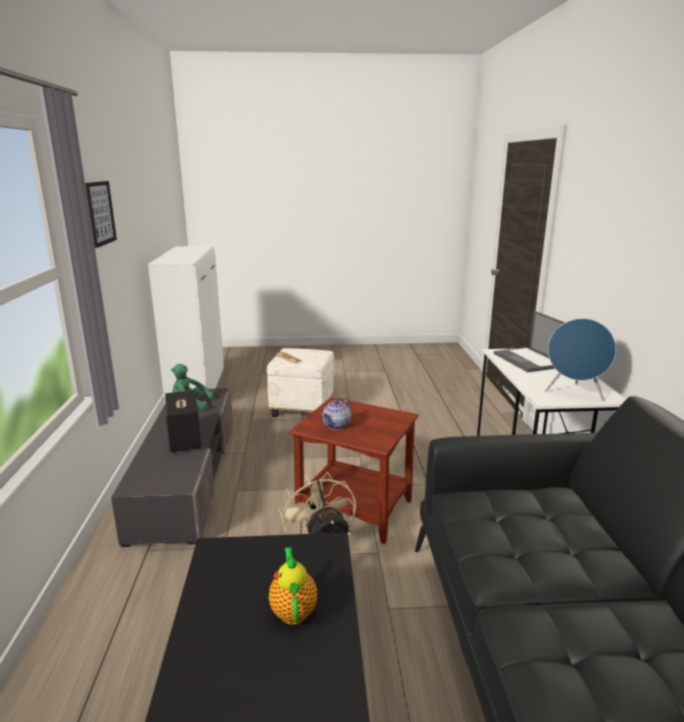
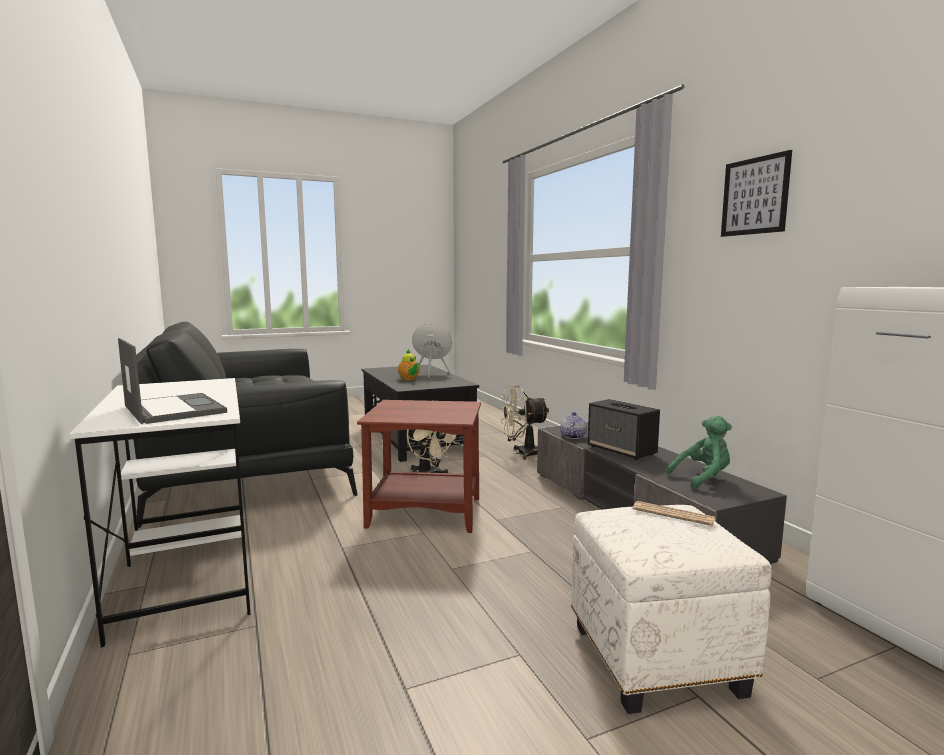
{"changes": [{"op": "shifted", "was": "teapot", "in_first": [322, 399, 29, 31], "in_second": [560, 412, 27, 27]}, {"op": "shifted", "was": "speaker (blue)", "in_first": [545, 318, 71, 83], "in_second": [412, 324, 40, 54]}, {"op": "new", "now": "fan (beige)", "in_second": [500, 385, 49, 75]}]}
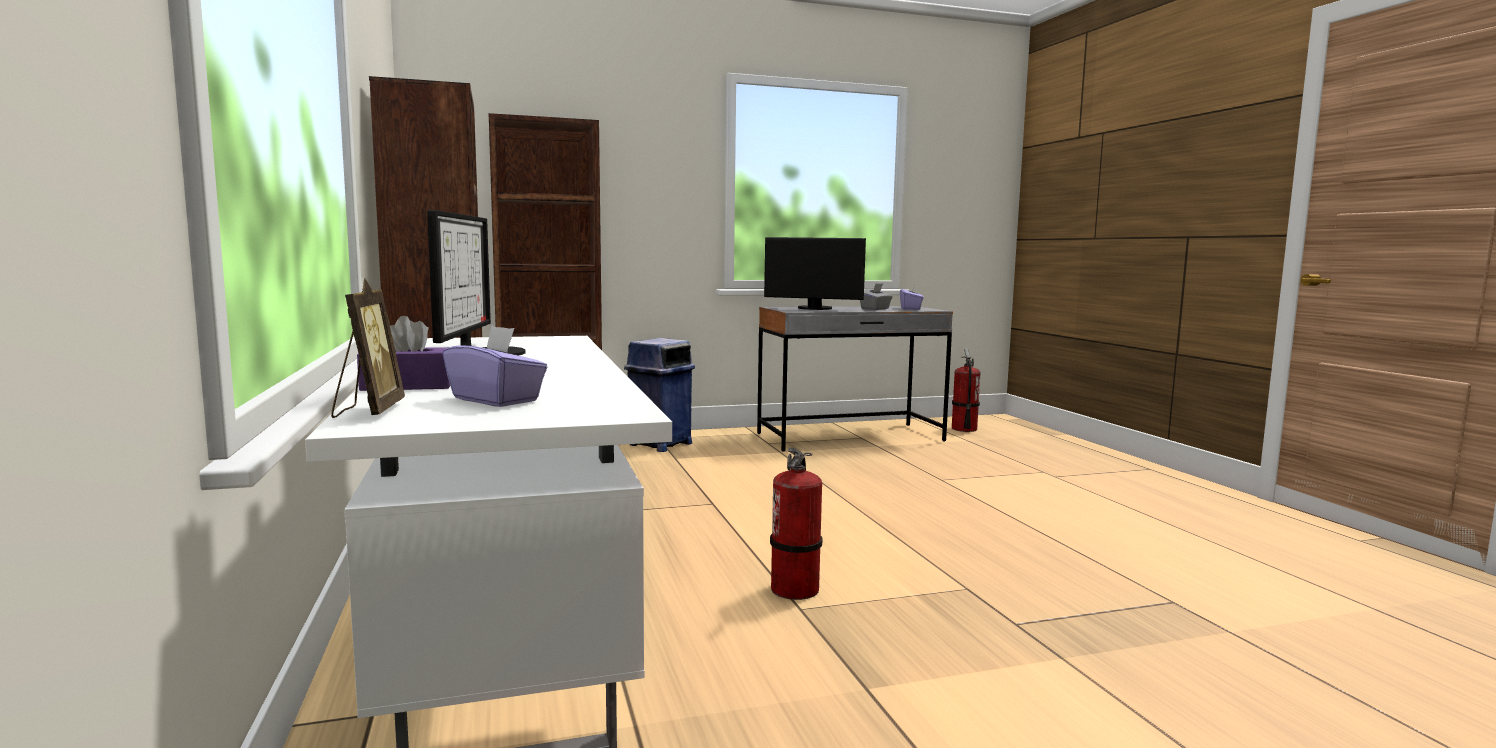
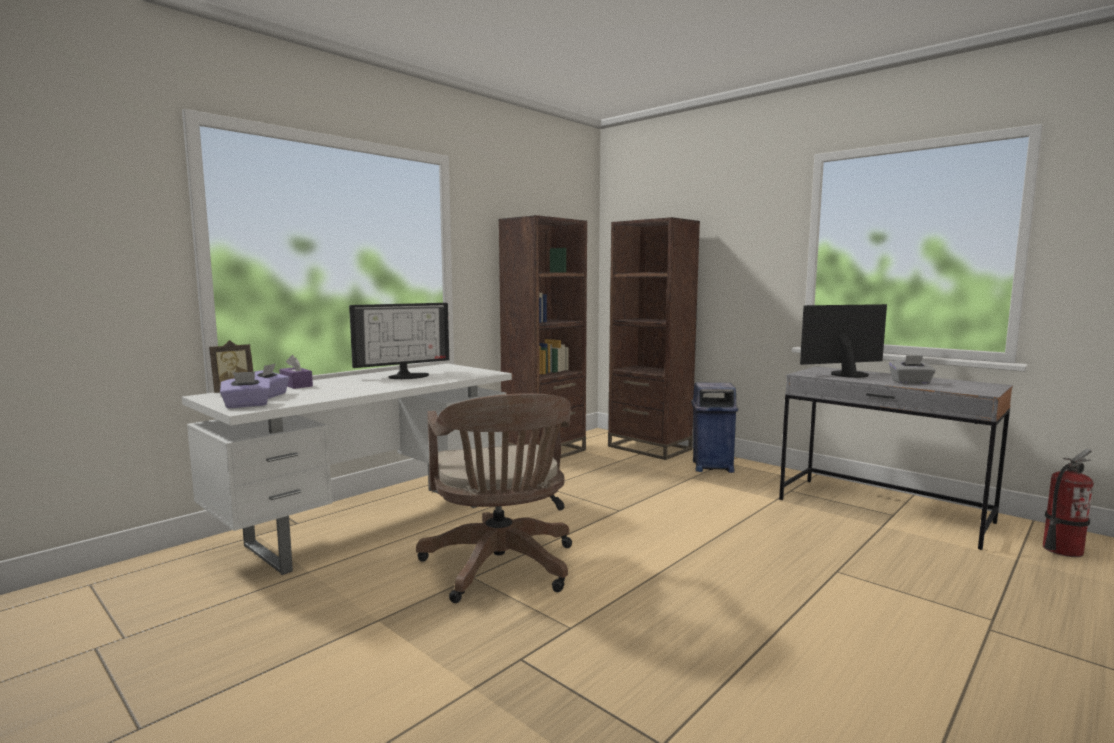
{"changes": [{"op": "rotated", "was": "monitor", "in_first": [764, 237, 102, 73], "in_second": [800, 304, 87, 74], "clockwise": 90}, {"op": "swapped", "was": "fire extinguisher", "now": "office chair (brown)", "in_first": [770, 447, 53, 153], "in_second": [416, 393, 156, 210]}, {"op": "shifted", "was": "tissue box (purple)", "in_first": [900, 284, 24, 26], "in_second": [220, 371, 50, 37]}]}
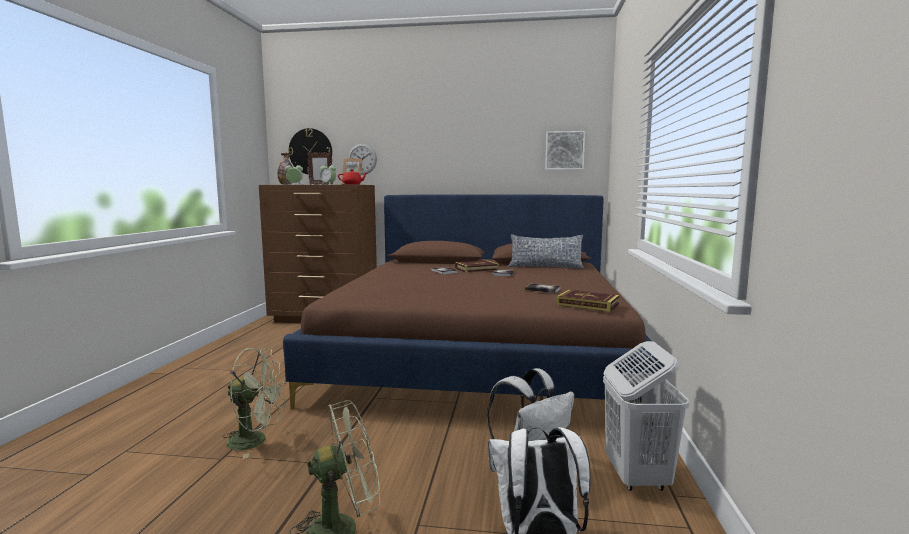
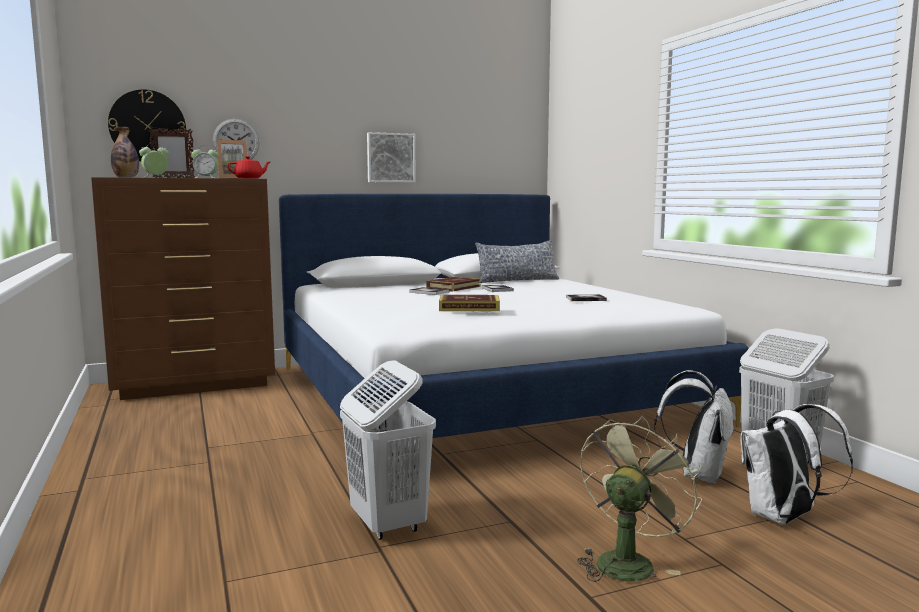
{"changes": [{"op": "swapped", "was": "fan (green)", "now": "laundry basket (white)", "in_first": [223, 348, 63, 111], "in_second": [340, 360, 96, 180]}, {"op": "repainted", "was": "bed (brown)", "now": "bed (white)", "in_first": [283, 194, 381, 216], "in_second": [279, 194, 470, 244]}, {"op": "shifted", "was": "picture", "in_first": [545, 131, 40, 39], "in_second": [367, 132, 49, 51]}, {"op": "shifted", "was": "book", "in_first": [556, 290, 64, 22], "in_second": [439, 295, 61, 16]}]}
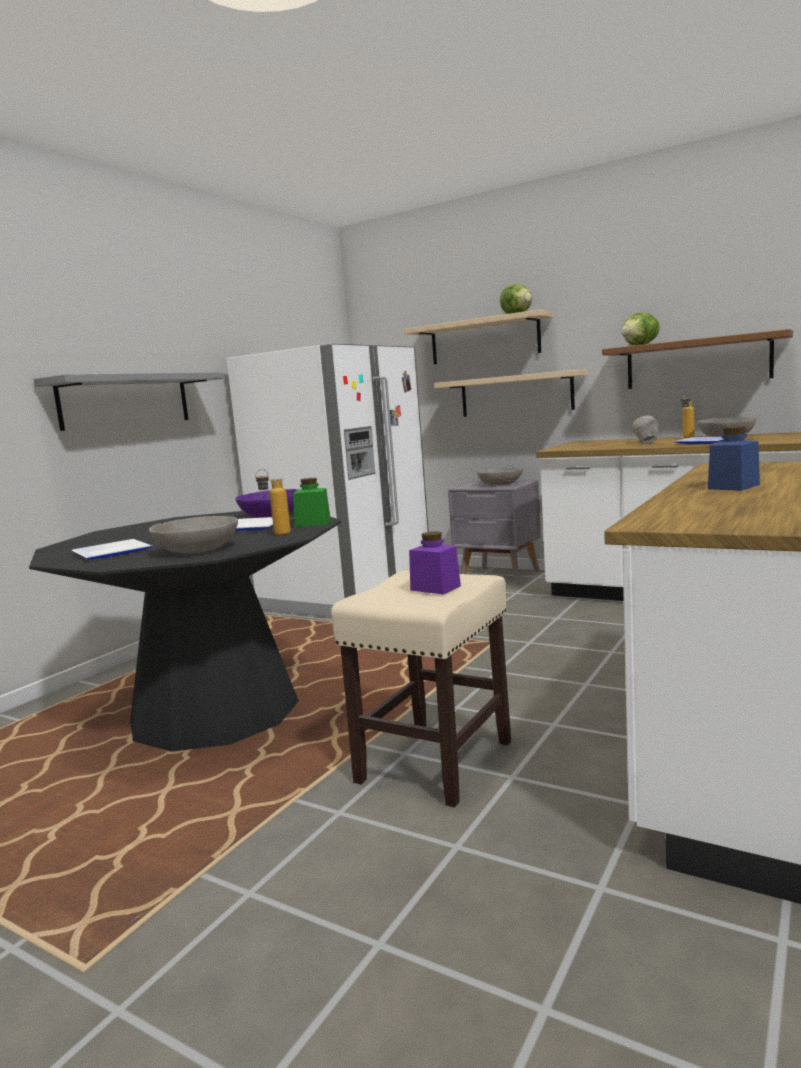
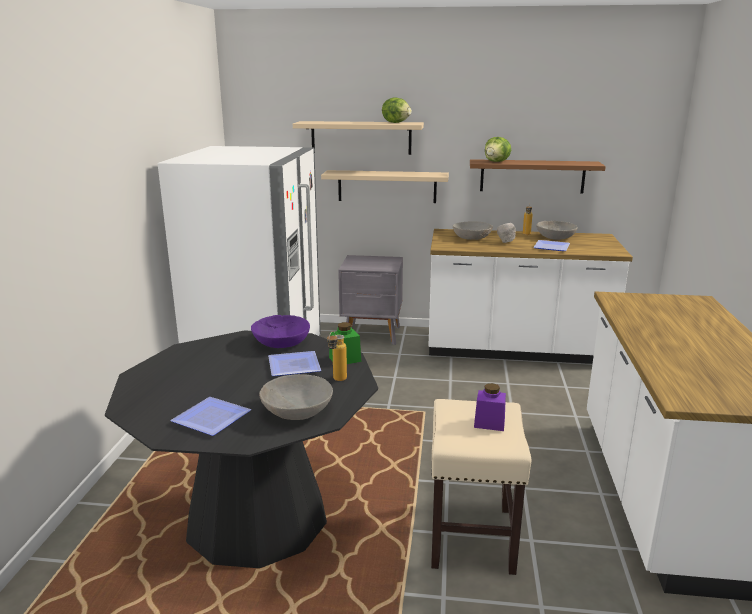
{"changes": [{"op": "gone", "was": "shelf (grey)", "in_first": [33, 372, 192, 59]}, {"op": "shifted", "was": "bowl (grey)", "in_first": [477, 467, 46, 18], "in_second": [453, 221, 40, 19]}, {"op": "gone", "was": "jar (blue)", "in_first": [708, 426, 52, 65]}]}
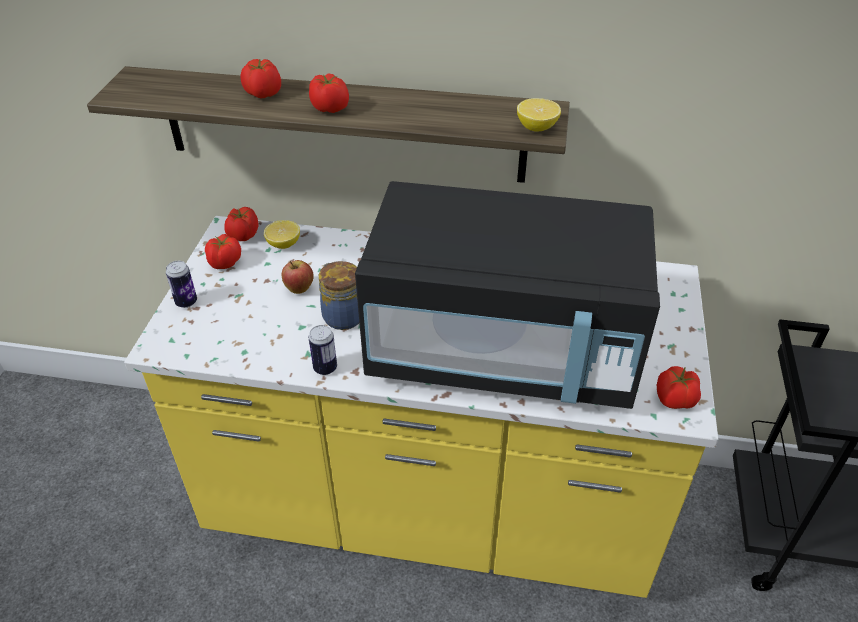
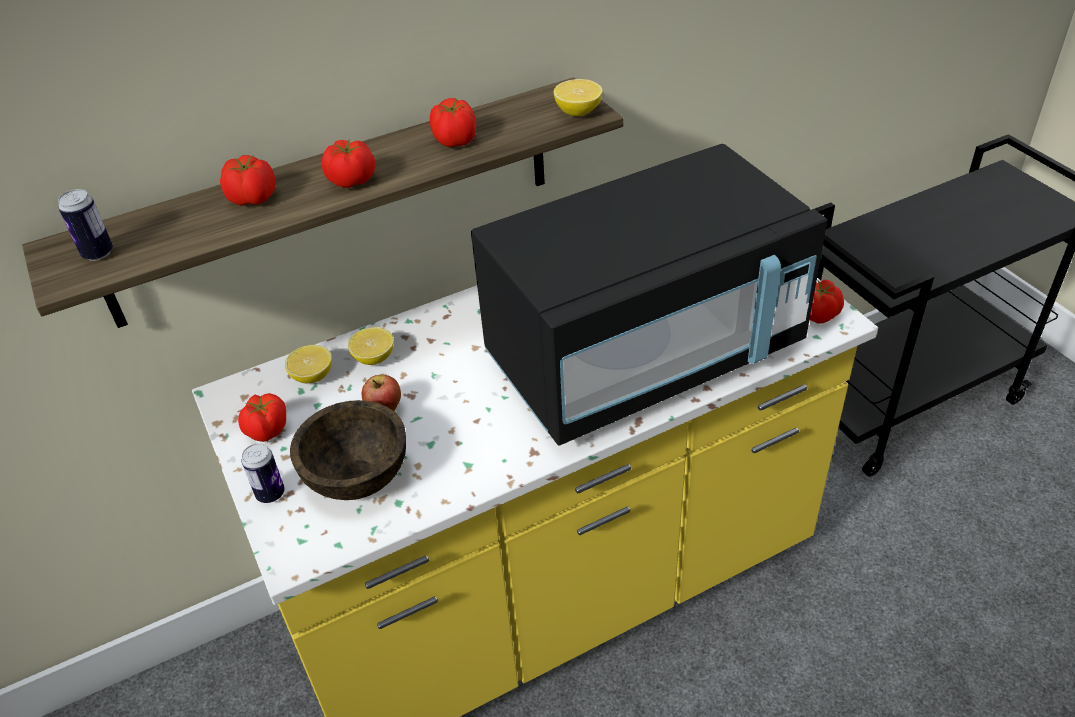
{"changes": [{"op": "shifted", "was": "tomato", "in_first": [225, 207, 33, 34], "in_second": [430, 98, 46, 49]}, {"op": "shifted", "was": "can", "in_first": [308, 325, 29, 50], "in_second": [58, 189, 55, 72]}, {"op": "gone", "was": "jar", "in_first": [319, 261, 40, 69]}, {"op": "new", "now": "bowl (brown)", "in_second": [290, 400, 116, 100]}, {"op": "new", "now": "lemon", "in_second": [348, 327, 46, 38]}]}
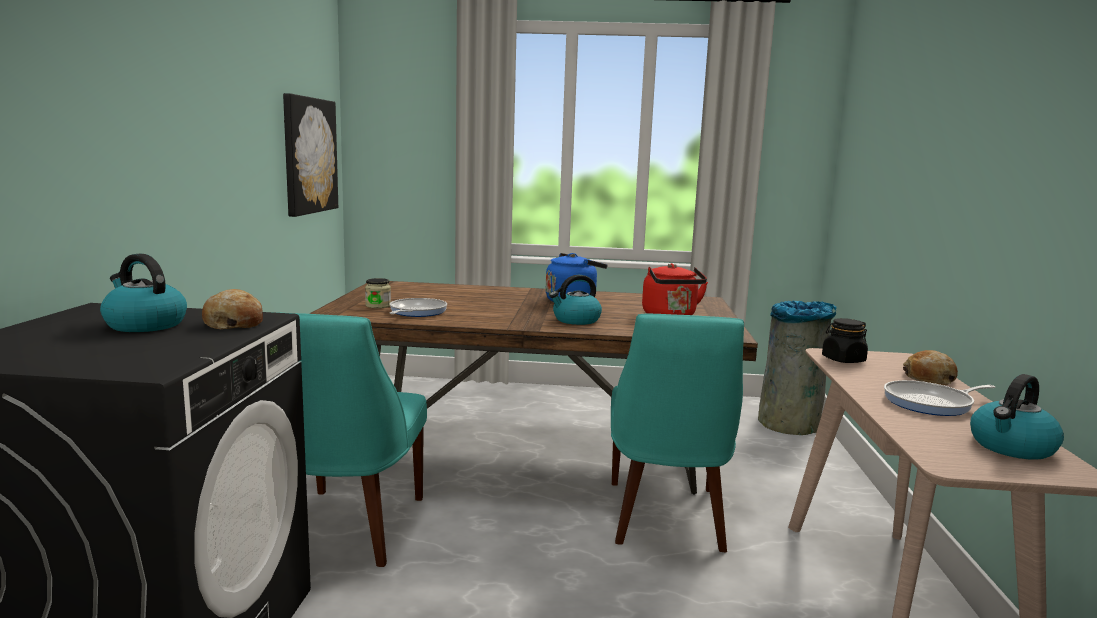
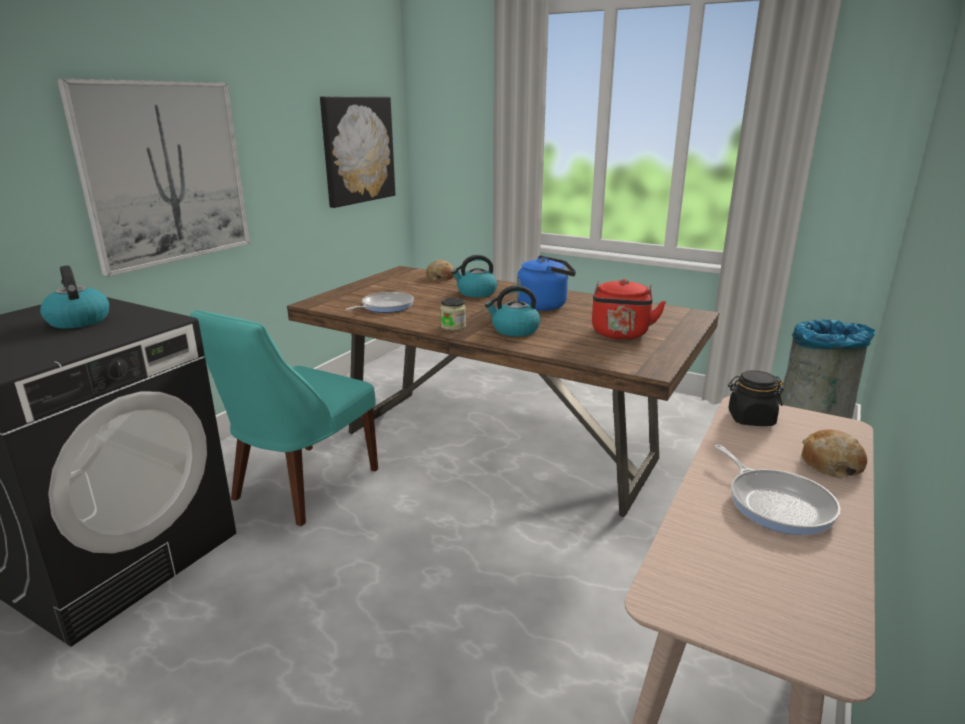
{"changes": [{"op": "shifted", "was": "bread", "in_first": [202, 289, 61, 40], "in_second": [426, 260, 28, 20]}, {"op": "shifted", "was": "jar", "in_first": [365, 278, 26, 30], "in_second": [440, 298, 26, 33]}, {"op": "gone", "was": "chair (turquoise)", "in_first": [611, 314, 133, 238]}, {"op": "rotated", "was": "frying pan", "in_first": [884, 380, 111, 36], "in_second": [715, 445, 125, 90], "clockwise": -120}, {"op": "shifted", "was": "kettle", "in_first": [970, 374, 94, 86], "in_second": [451, 255, 46, 42]}, {"op": "new", "now": "picture", "in_second": [57, 79, 193, 198]}]}
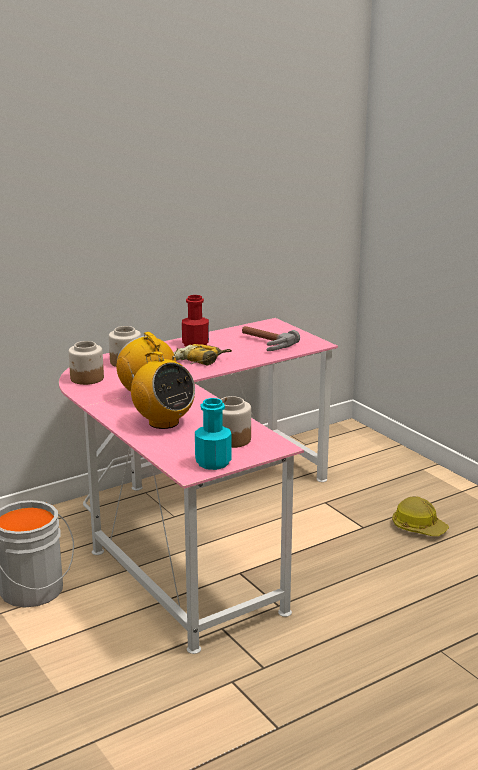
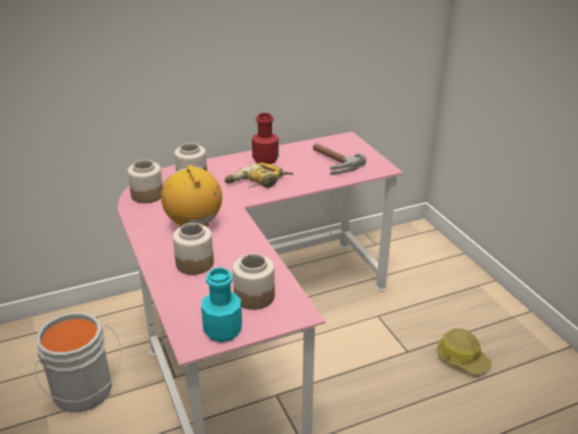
{"changes": [{"op": "swapped", "was": "radio", "now": "jar", "in_first": [127, 351, 68, 78], "in_second": [173, 223, 41, 52]}]}
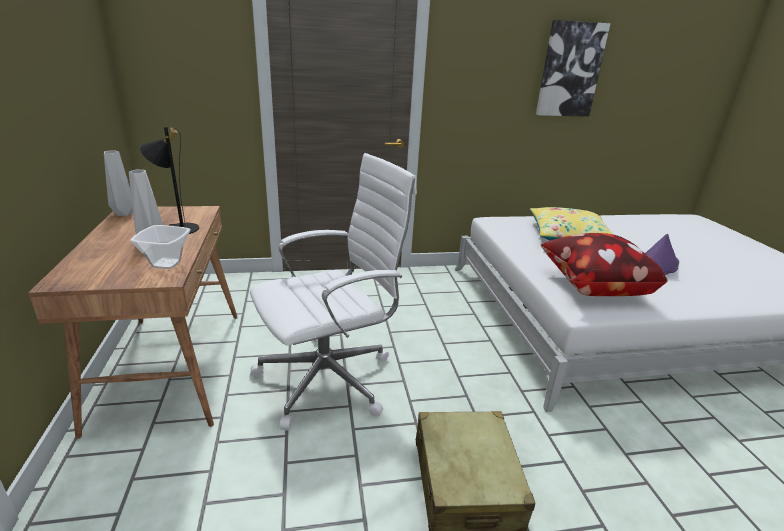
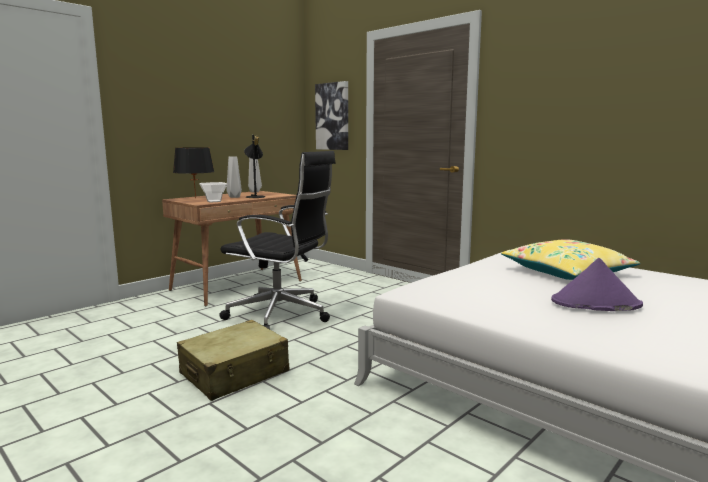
{"changes": [{"op": "repainted", "was": "office chair (white)", "now": "office chair (black)", "in_first": [250, 153, 167, 277], "in_second": [219, 151, 116, 178]}, {"op": "shifted", "was": "picture", "in_first": [536, 20, 75, 97], "in_second": [315, 81, 33, 69]}, {"op": "gone", "was": "pillow", "in_first": [541, 233, 127, 63]}, {"op": "new", "now": "table lamp (black)", "in_second": [173, 147, 41, 51]}]}
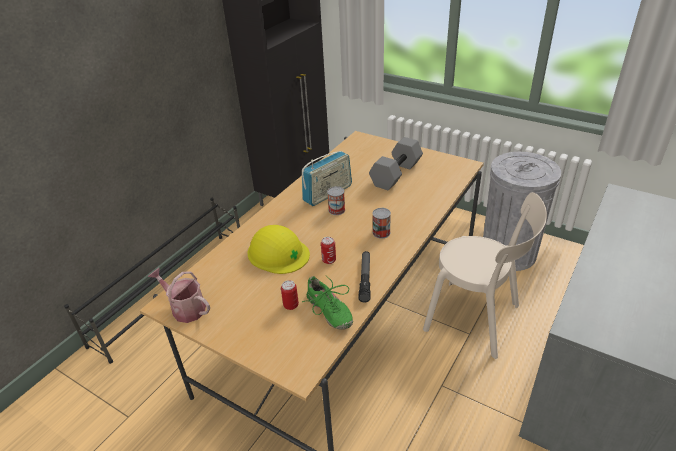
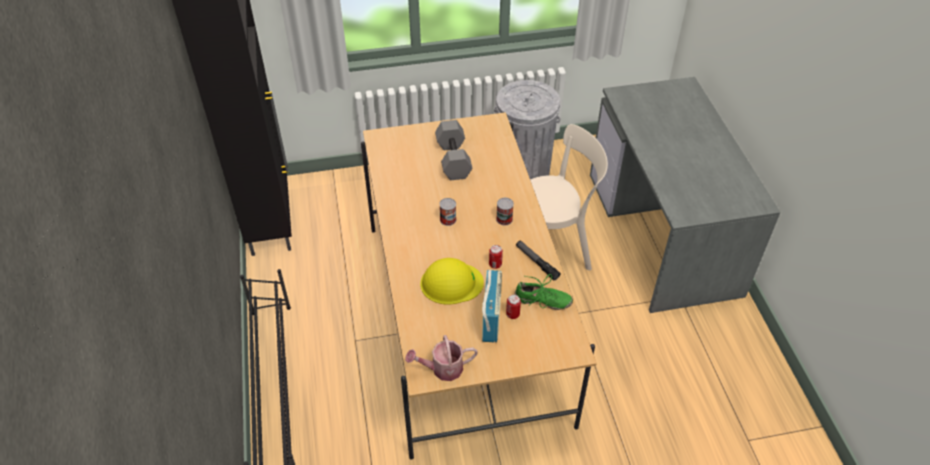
{"changes": [{"op": "shifted", "was": "radio", "in_first": [302, 151, 50, 55], "in_second": [482, 270, 20, 73]}]}
